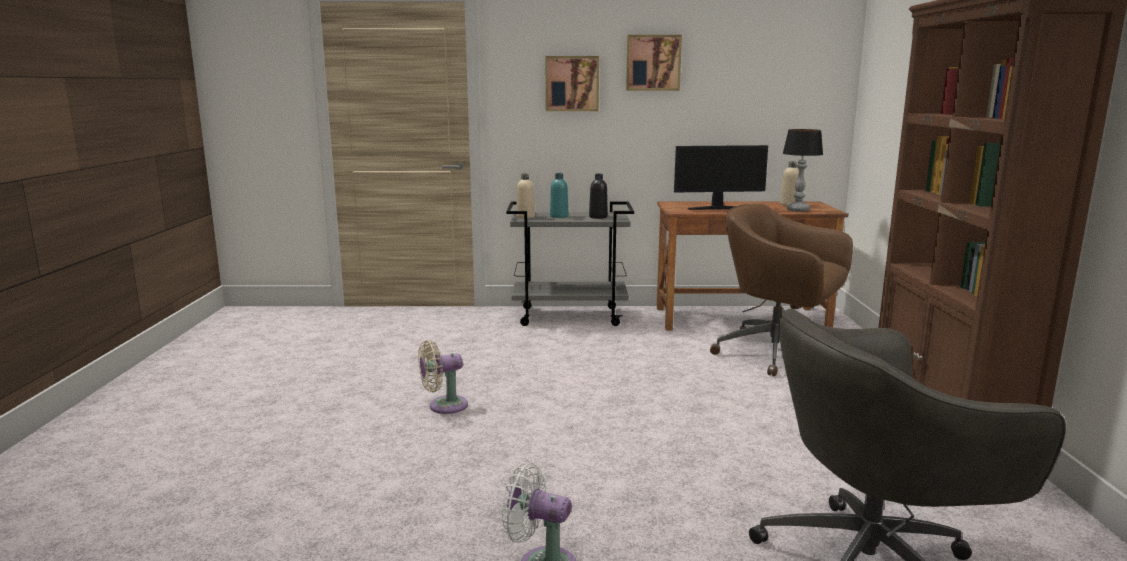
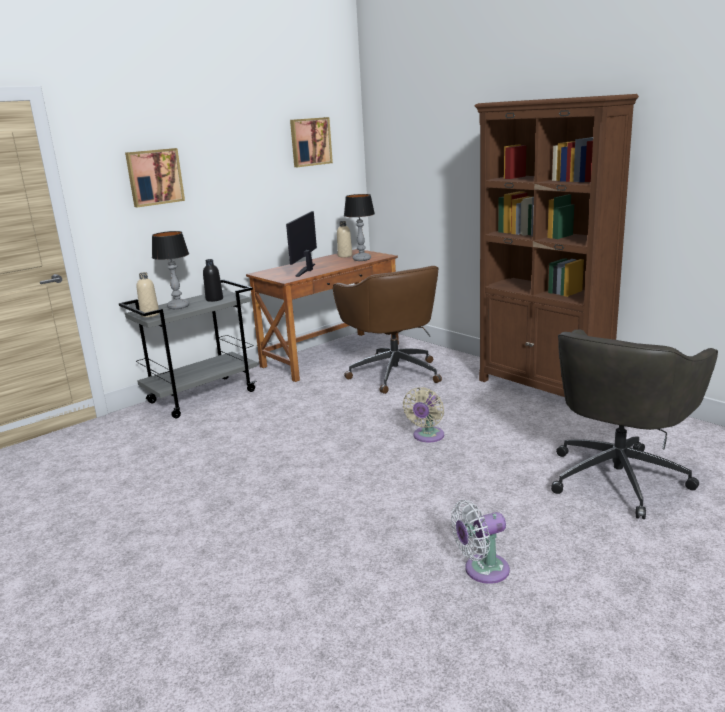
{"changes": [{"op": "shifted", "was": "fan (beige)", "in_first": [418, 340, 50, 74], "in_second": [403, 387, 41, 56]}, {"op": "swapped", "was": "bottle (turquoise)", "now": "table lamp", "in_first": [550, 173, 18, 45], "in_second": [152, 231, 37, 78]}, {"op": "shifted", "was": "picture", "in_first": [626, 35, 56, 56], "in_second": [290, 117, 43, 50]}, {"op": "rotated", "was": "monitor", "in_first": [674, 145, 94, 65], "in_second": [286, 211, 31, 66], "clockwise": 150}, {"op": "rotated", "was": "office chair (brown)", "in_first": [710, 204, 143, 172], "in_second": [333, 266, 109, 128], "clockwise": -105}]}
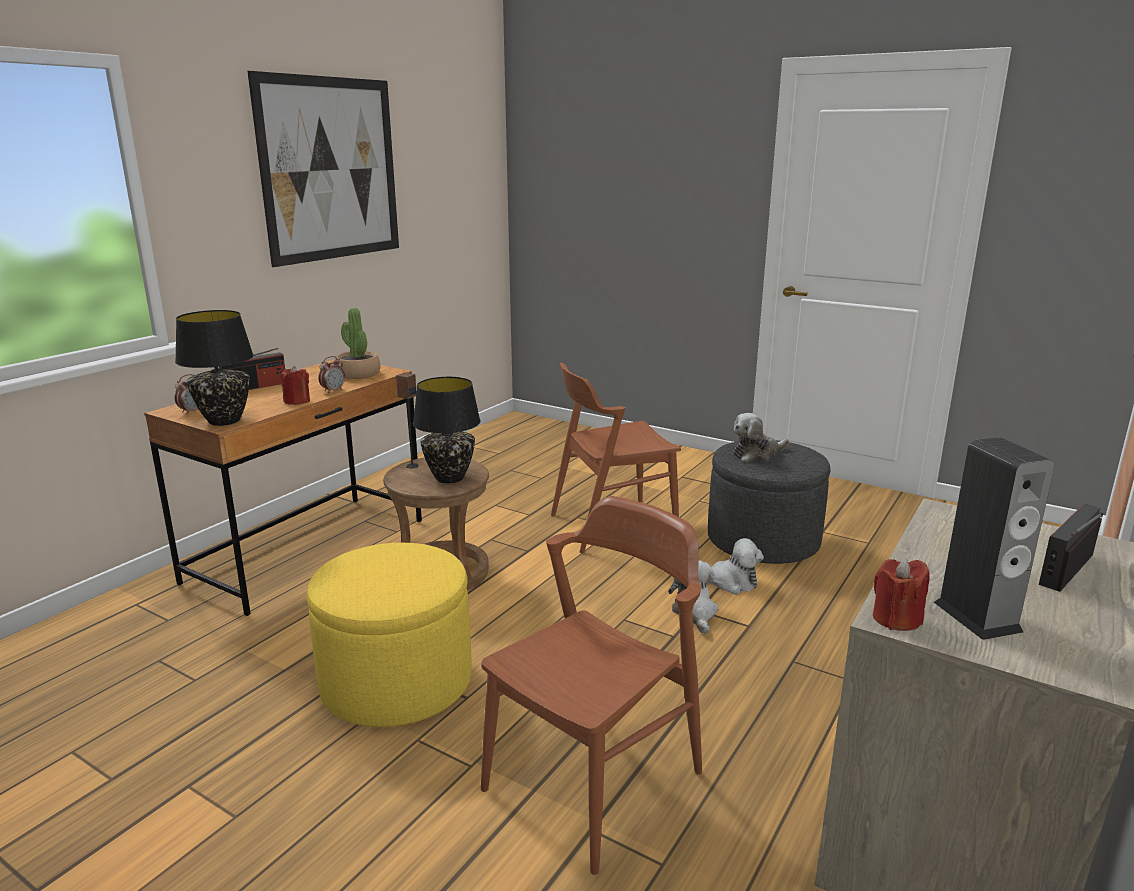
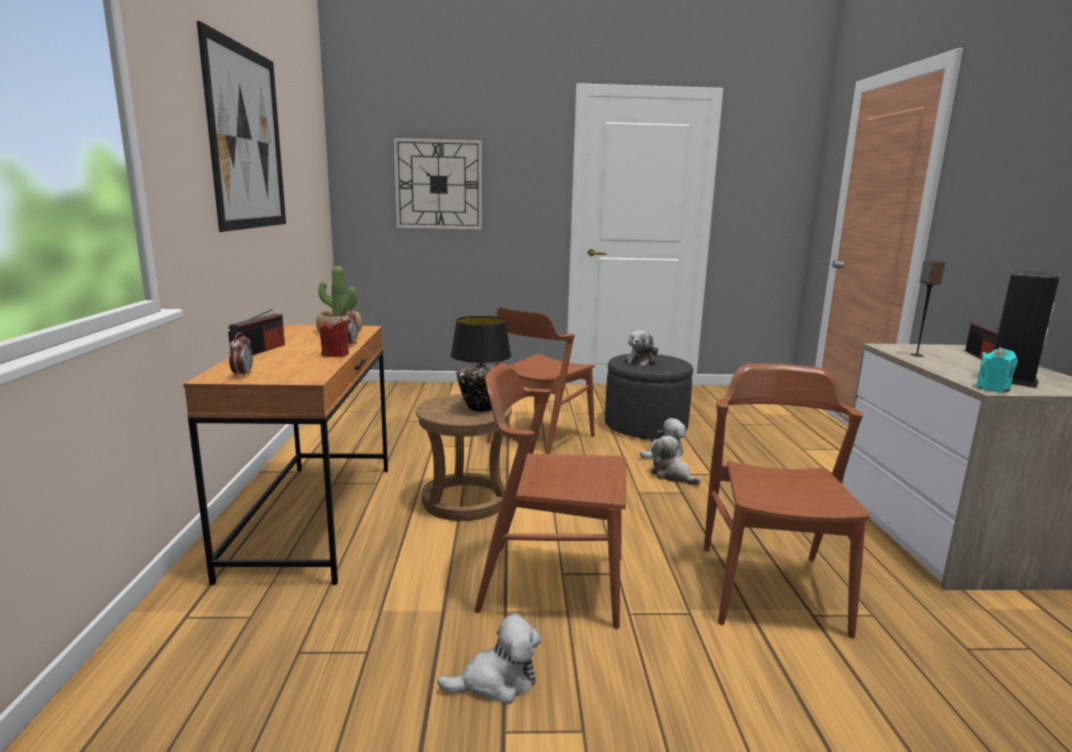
{"changes": [{"op": "gone", "was": "table lamp (black)", "in_first": [175, 310, 79, 116]}, {"op": "swapped", "was": "ottoman (yellow)", "now": "chair (brown)", "in_first": [306, 543, 166, 184], "in_second": [474, 363, 153, 266]}, {"op": "shifted", "was": "speaker", "in_first": [396, 373, 23, 95], "in_second": [910, 260, 35, 97]}, {"op": "repainted", "was": "candle (red)", "now": "candle (turquoise)", "in_first": [873, 558, 57, 73], "in_second": [976, 347, 42, 46]}, {"op": "new", "now": "wall clock", "in_second": [394, 138, 88, 92]}, {"op": "new", "now": "plush toy", "in_second": [437, 613, 104, 91]}]}
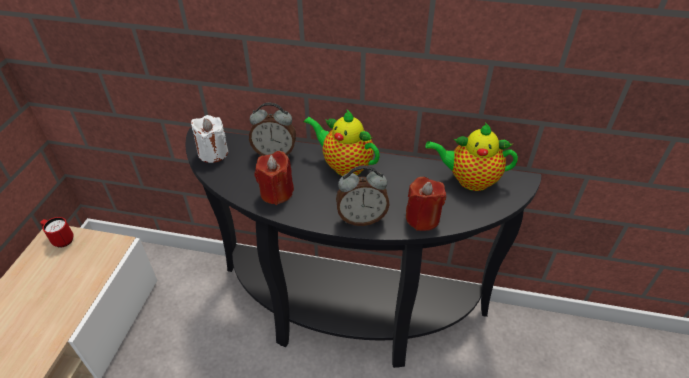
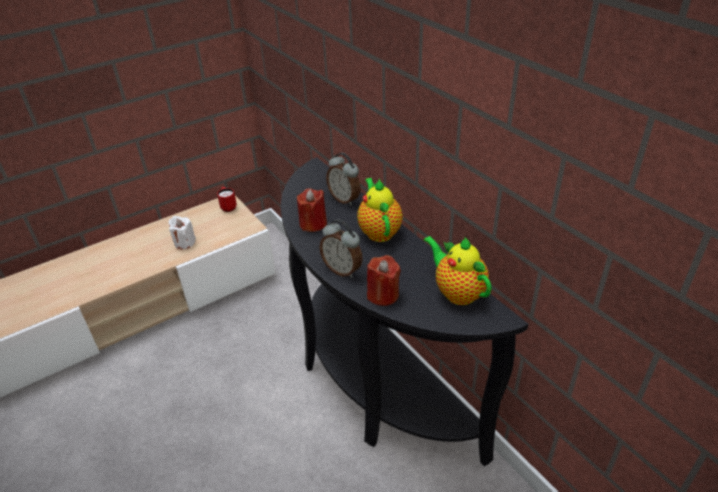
{"changes": [{"op": "shifted", "was": "candle (white)", "in_first": [191, 115, 37, 48], "in_second": [169, 216, 27, 33]}]}
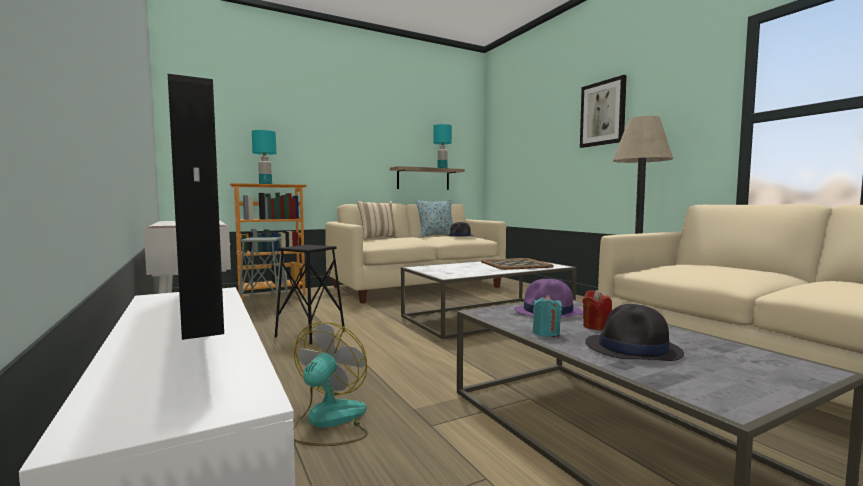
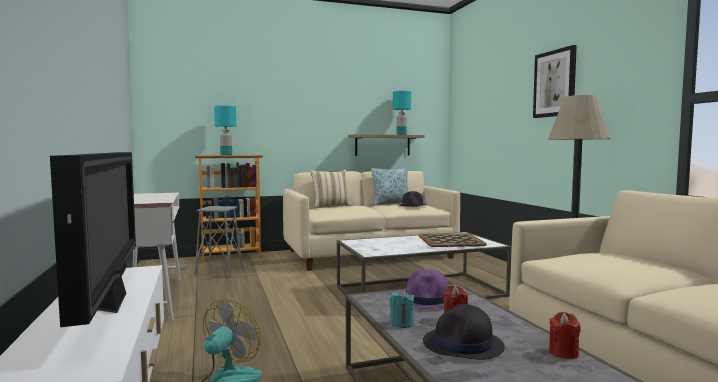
{"changes": [{"op": "gone", "was": "stool (black)", "in_first": [275, 245, 70, 100]}, {"op": "new", "now": "candle (red)", "in_second": [549, 312, 32, 47]}]}
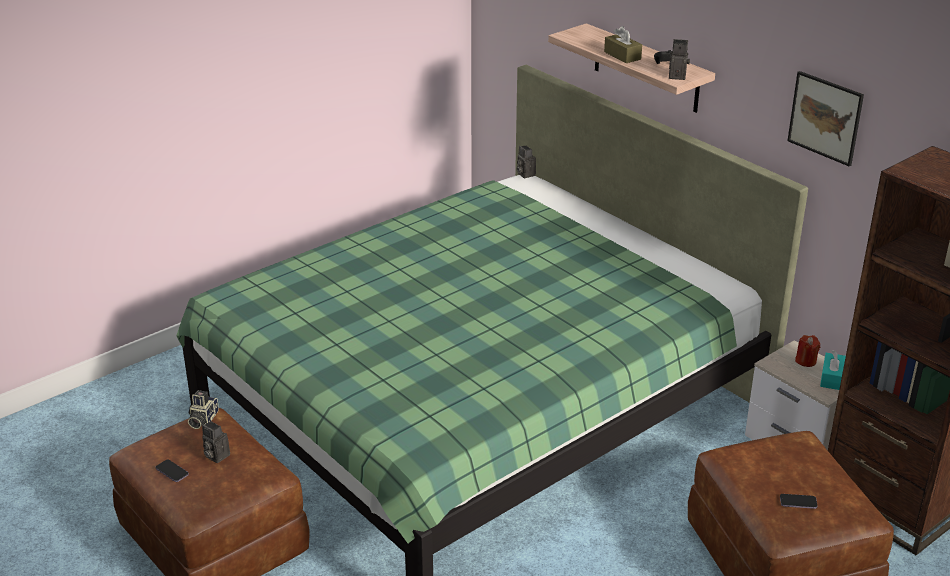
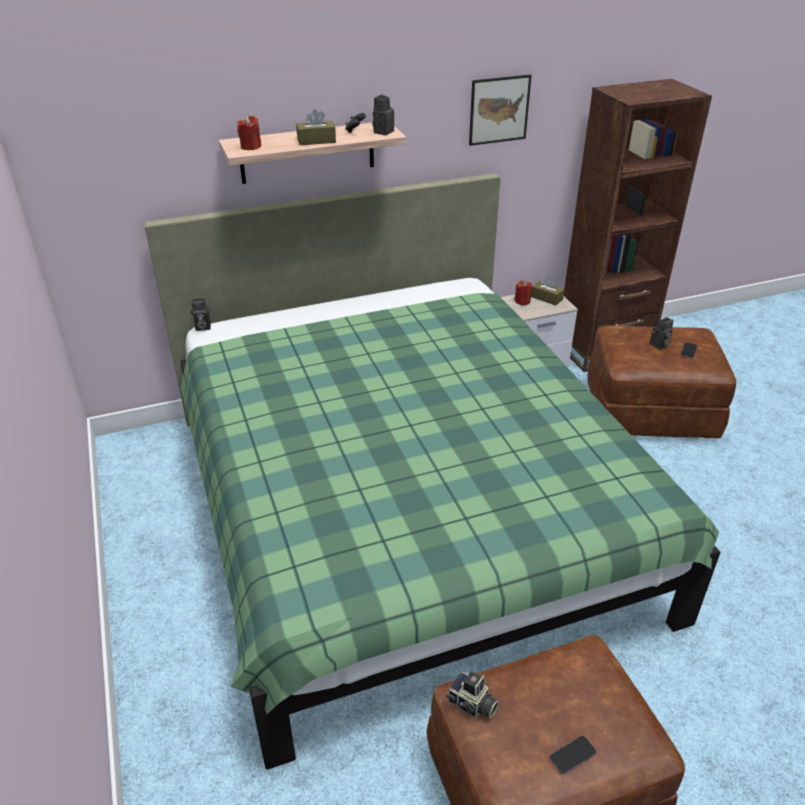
{"changes": [{"op": "shifted", "was": "photo camera", "in_first": [202, 421, 28, 42], "in_second": [650, 317, 24, 32]}, {"op": "repainted", "was": "tissue box (turquoise)", "now": "tissue box (brown)", "in_first": [820, 350, 26, 40], "in_second": [531, 277, 33, 29]}, {"op": "new", "now": "candle (red)", "in_second": [237, 116, 24, 34]}]}
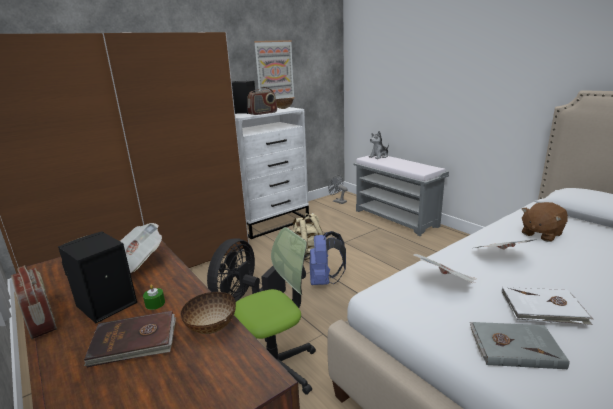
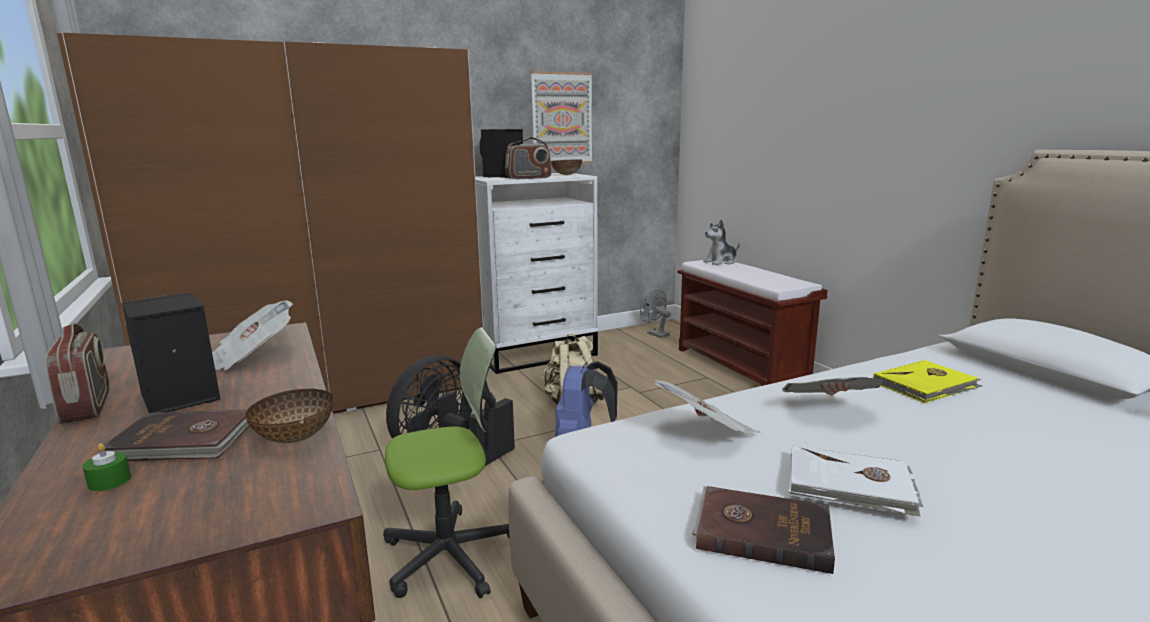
{"changes": [{"op": "shifted", "was": "candle (green)", "in_first": [143, 285, 22, 25], "in_second": [82, 443, 49, 48]}, {"op": "repainted", "was": "bench (grey)", "now": "bench (brown)", "in_first": [354, 155, 95, 81], "in_second": [677, 260, 150, 126]}, {"op": "repainted", "was": "book (grey)", "now": "book (brown)", "in_first": [470, 322, 100, 47], "in_second": [692, 486, 143, 88]}, {"op": "swapped", "was": "plush toy (brown)", "now": "book (yellow)", "in_first": [522, 202, 46, 40], "in_second": [873, 360, 109, 43]}]}
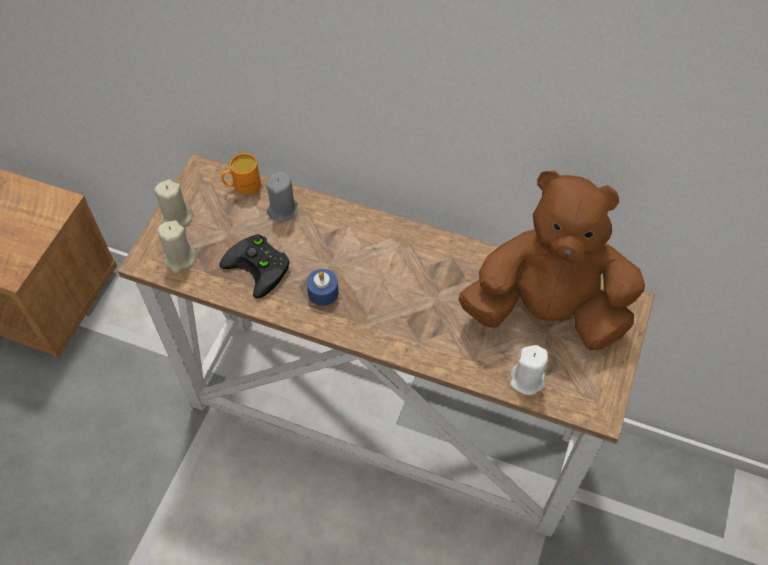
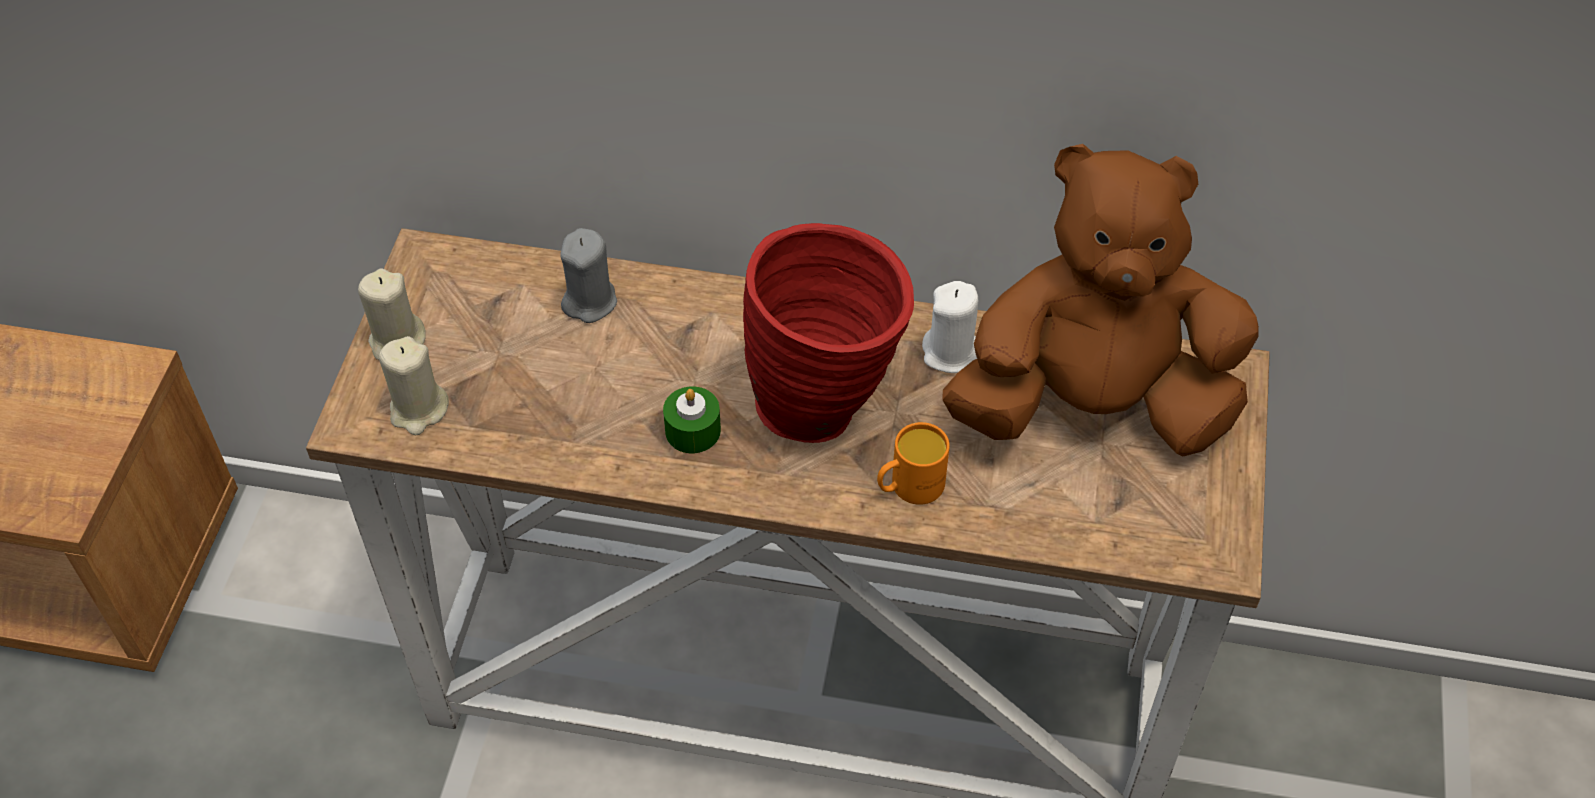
{"changes": [{"op": "gone", "was": "game controller (black)", "in_first": [220, 234, 69, 65]}, {"op": "shifted", "was": "mug (orange)", "in_first": [221, 153, 40, 42], "in_second": [877, 422, 73, 83]}, {"op": "repainted", "was": "candle (blue)", "now": "candle (green)", "in_first": [307, 269, 32, 37], "in_second": [663, 387, 58, 66]}, {"op": "shifted", "was": "candle (white)", "in_first": [510, 345, 38, 50], "in_second": [922, 281, 56, 92]}, {"op": "new", "now": "vase (red)", "in_second": [743, 223, 171, 220]}]}
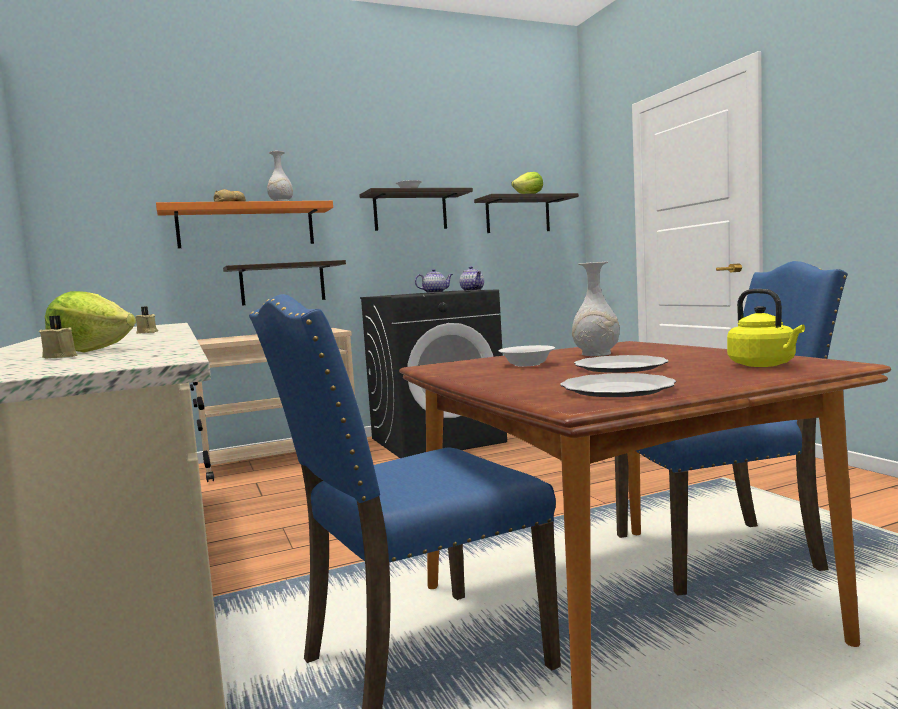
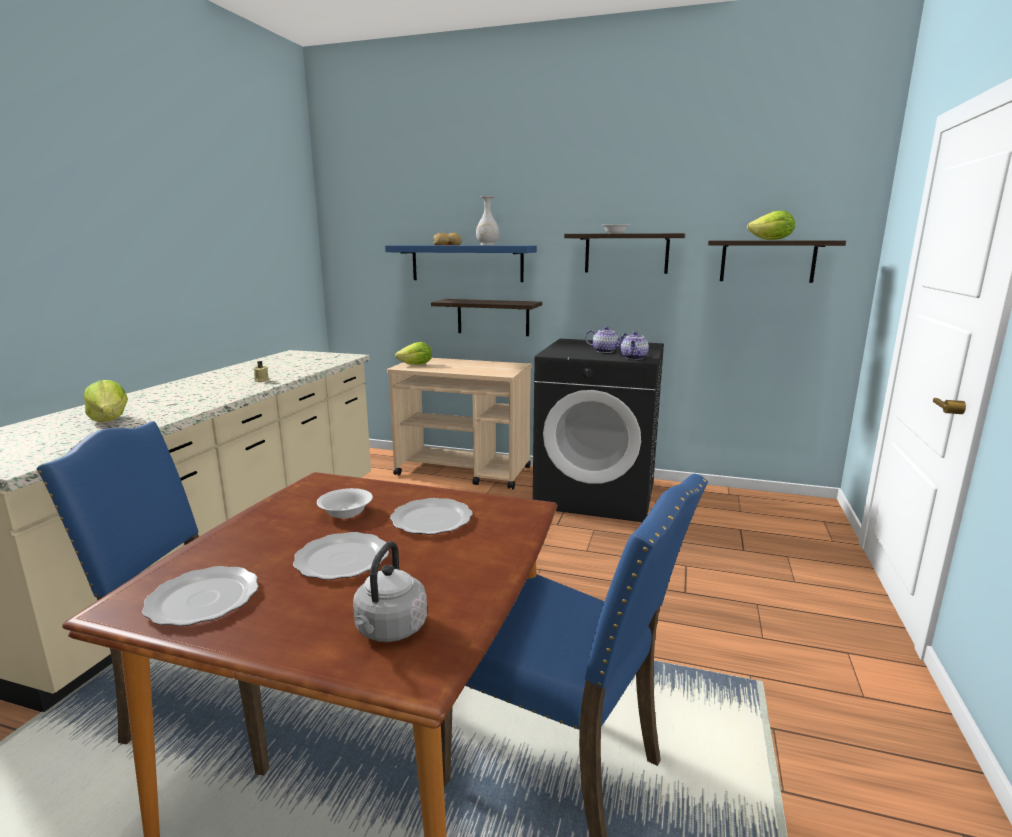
{"changes": [{"op": "gone", "was": "candle (beige)", "in_first": [39, 315, 39, 44]}, {"op": "repainted", "was": "shelf (orange)", "now": "shelf (blue)", "in_first": [156, 201, 177, 47], "in_second": [385, 245, 152, 37]}, {"op": "swapped", "was": "vase (white)", "now": "plate", "in_first": [572, 262, 48, 94], "in_second": [390, 498, 83, 37]}, {"op": "repainted", "was": "kettle (yellow)", "now": "kettle (grey)", "in_first": [727, 289, 78, 78], "in_second": [353, 541, 74, 101]}, {"op": "new", "now": "lettuce", "in_second": [395, 342, 37, 23]}]}
